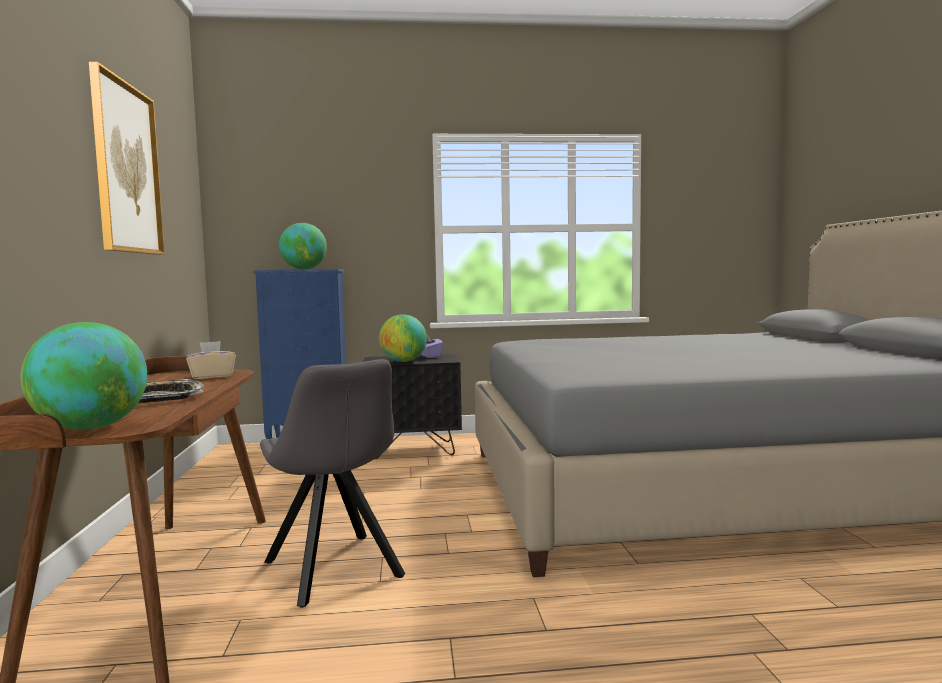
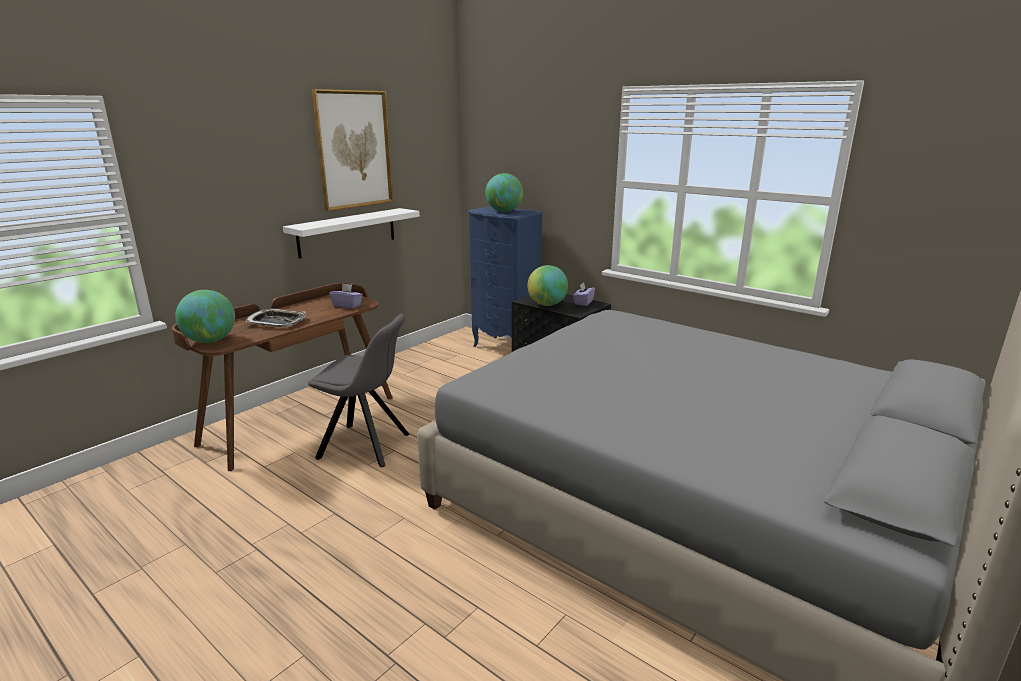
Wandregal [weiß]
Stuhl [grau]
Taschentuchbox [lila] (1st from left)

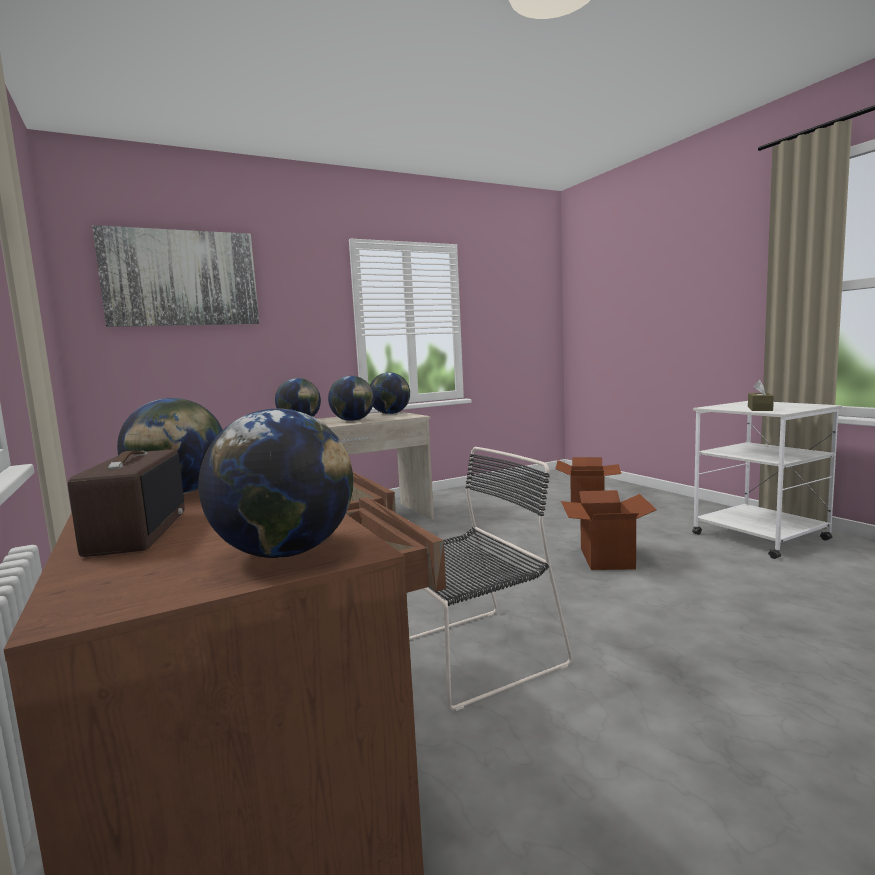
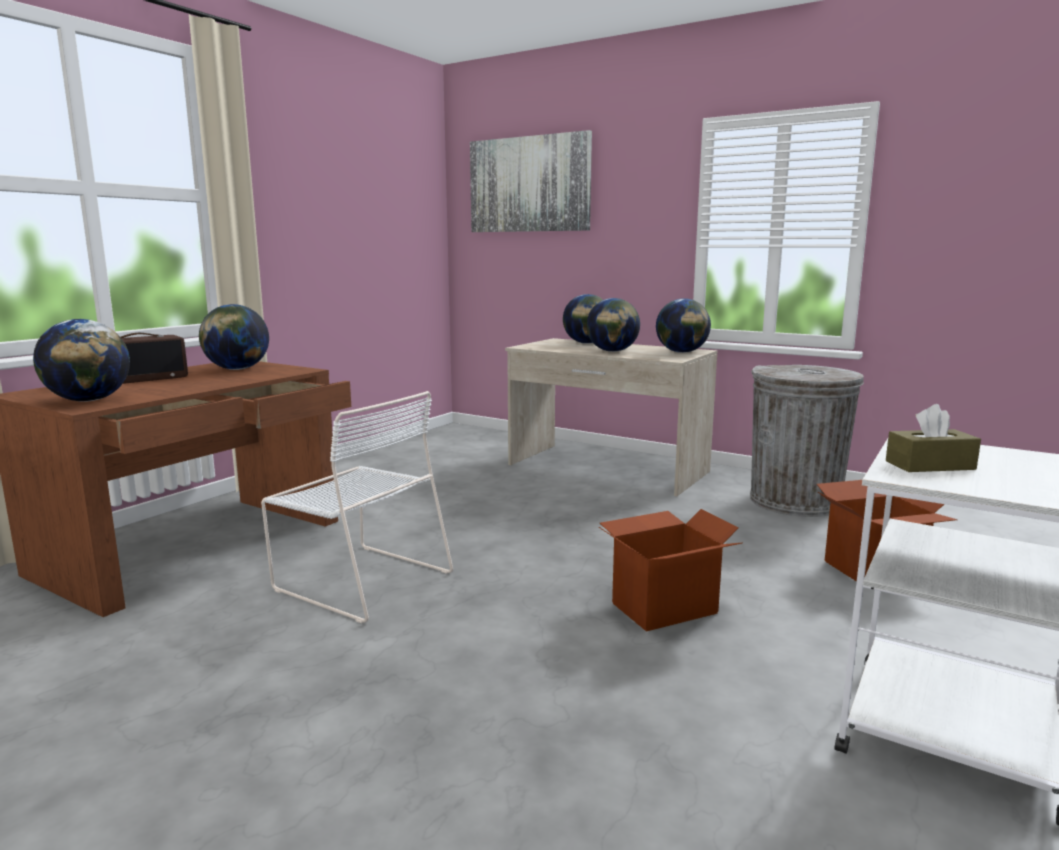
Stuhl [weiß]
Mülleimer [grau]

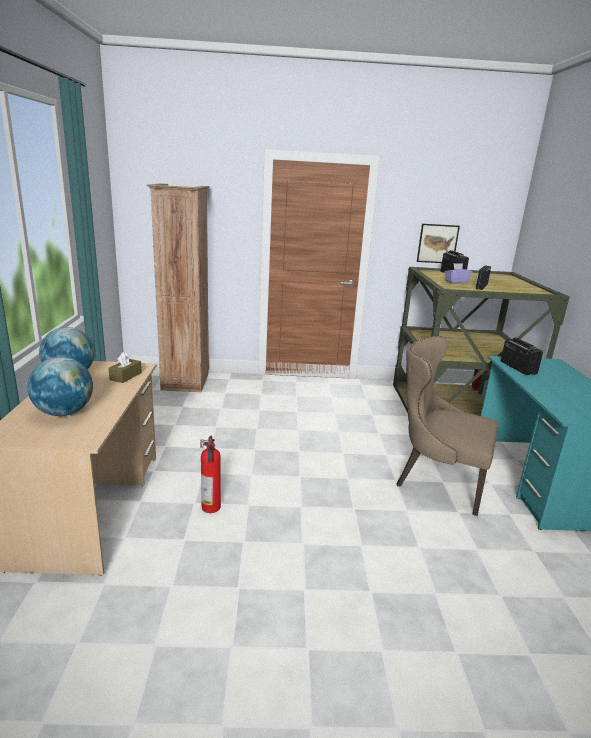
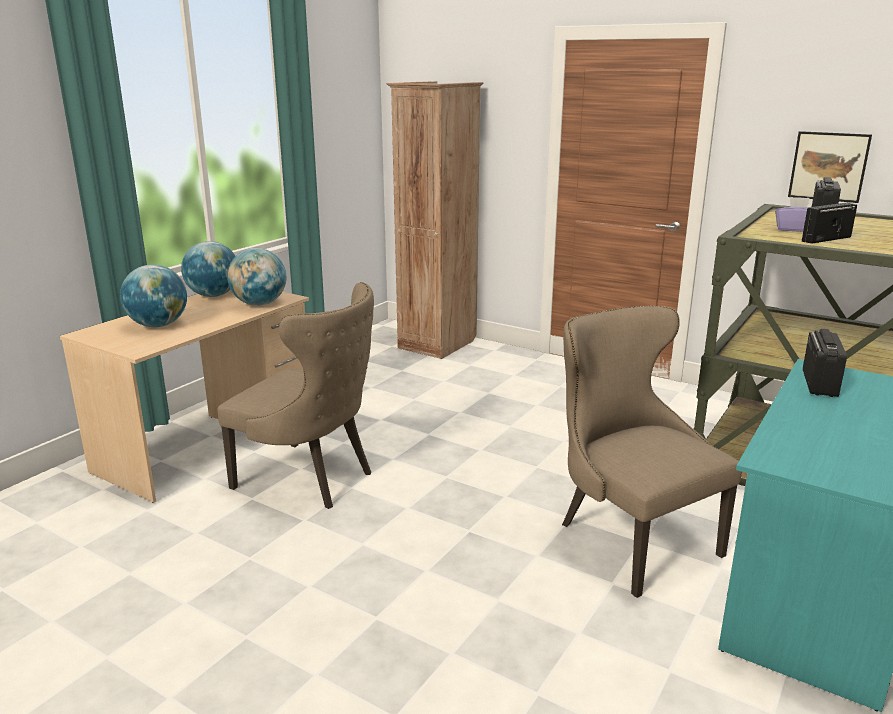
Stuhl [beige] (1st from left)
Globus (3rd from left)

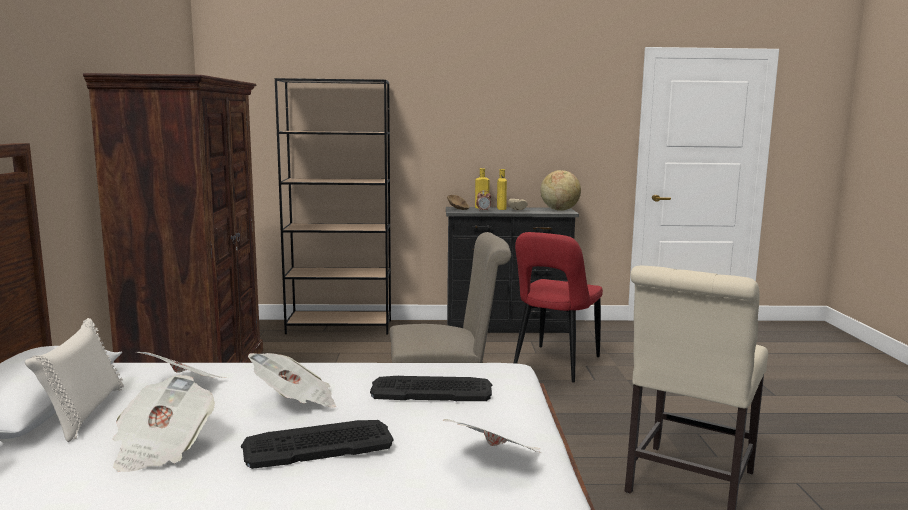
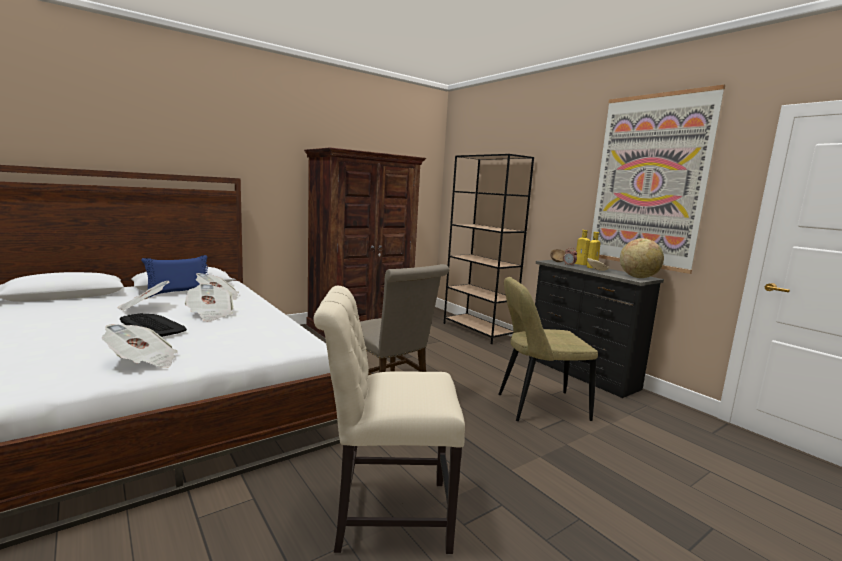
Kissen [blau]
Stuhl [beige] (3rd from left)
Bild
Tastatur (2nd from left in the first image)

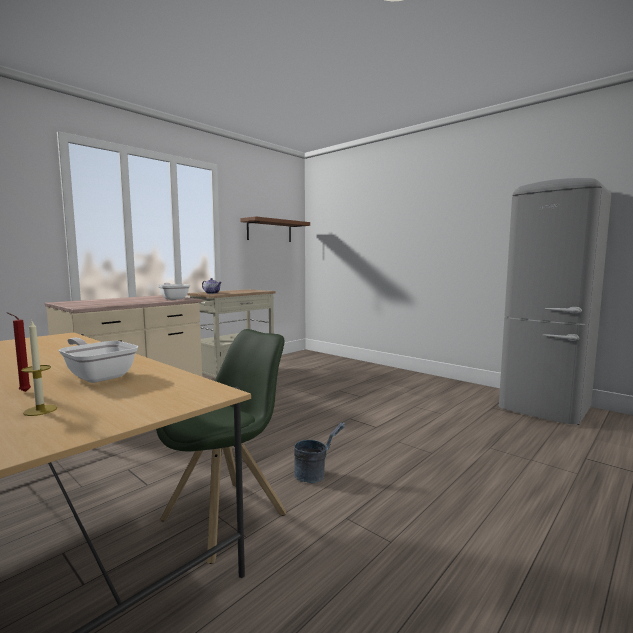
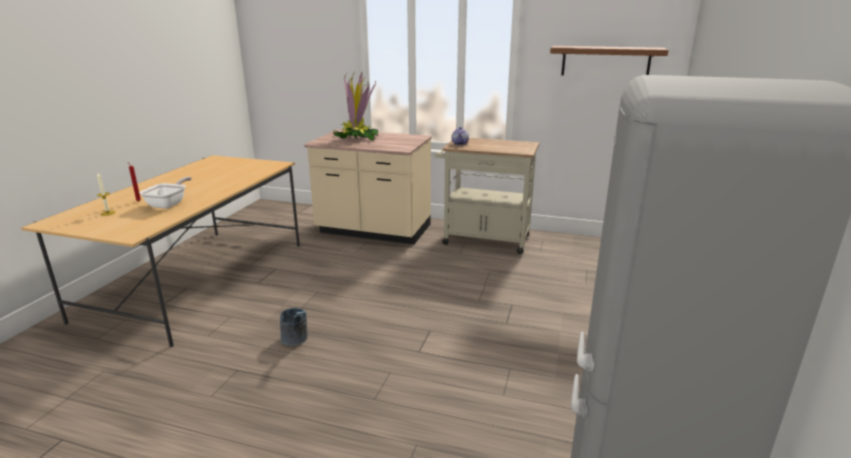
Topfpflanze
Stuhl [grün]
Pfanne (2nd from left in the first image)

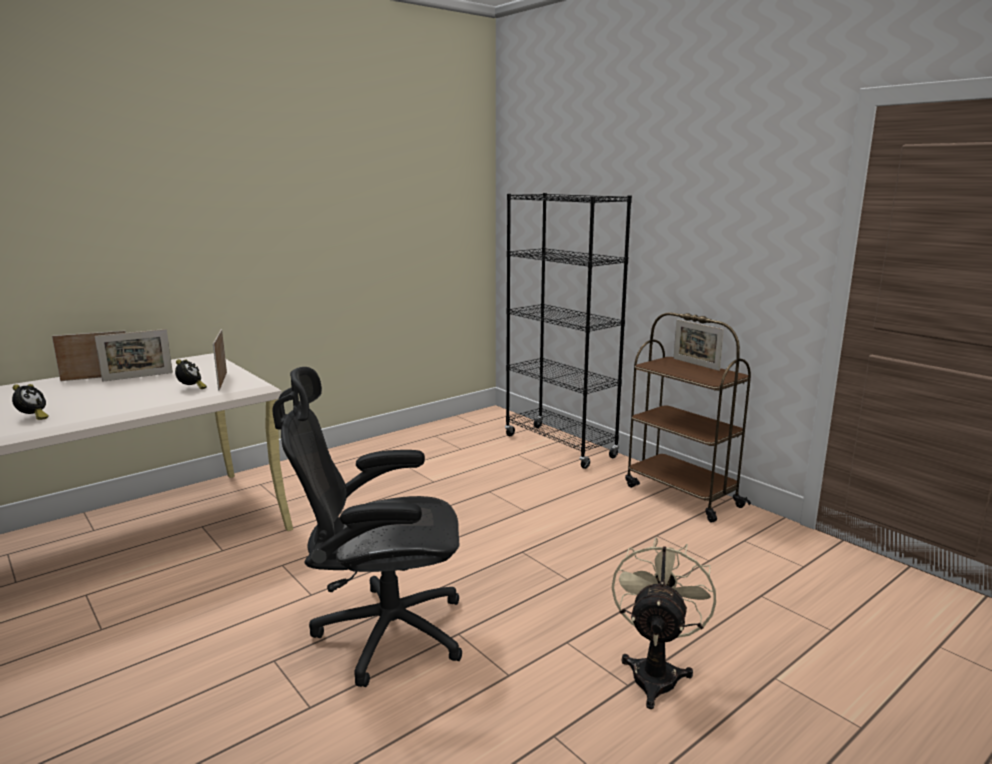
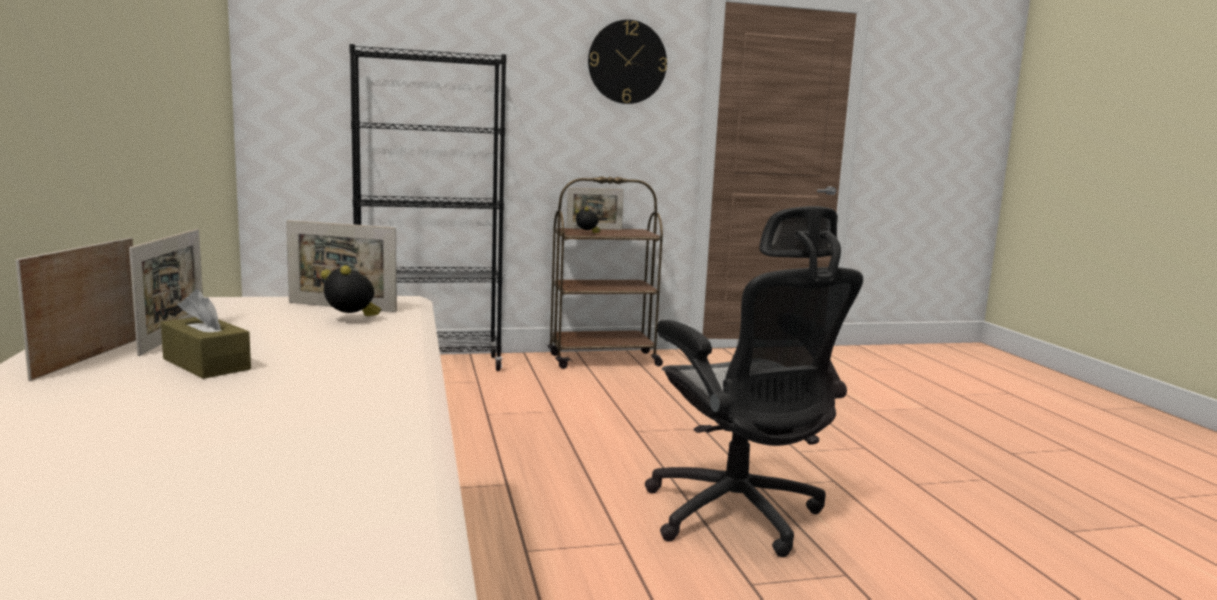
Taschentuchbox [braun]
Wecker (2nd from left)
Wanduhr
Bürostuhl
Ventilator [beige]

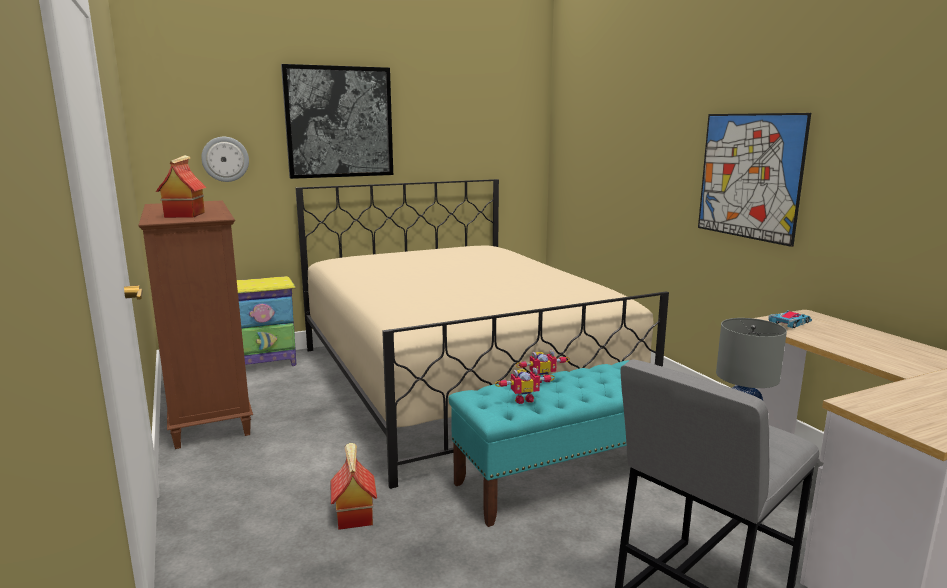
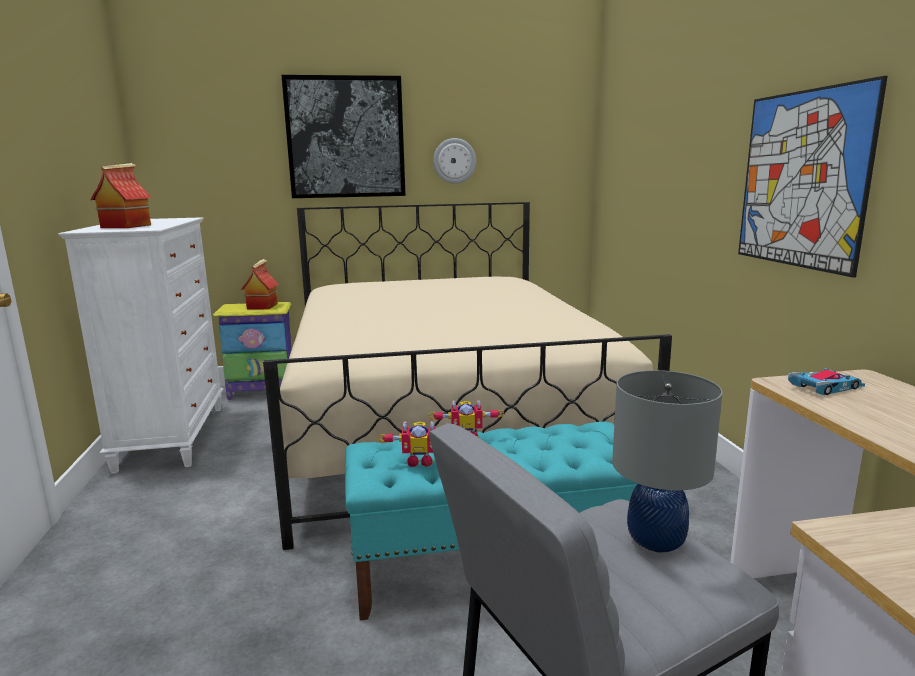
Kommode [weiß]
Spielzeughaus (2nd from left)
Wanduhr

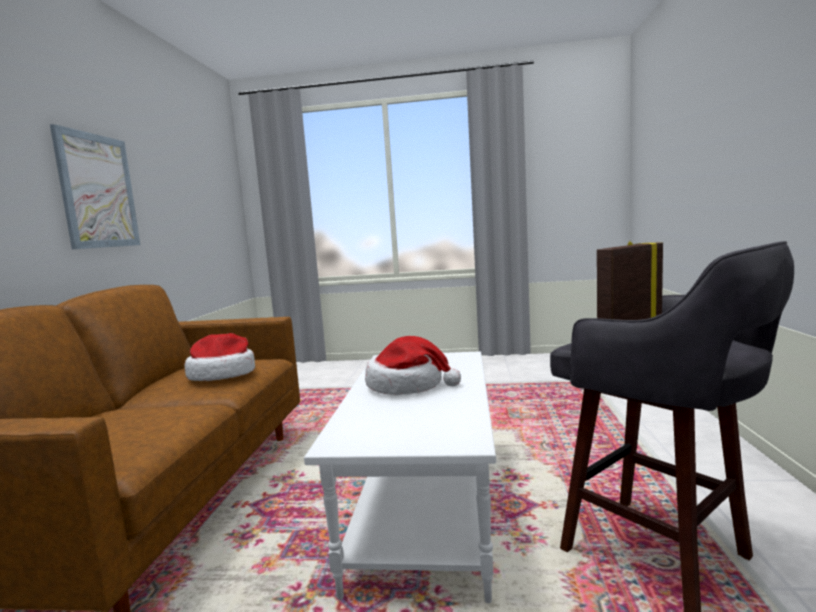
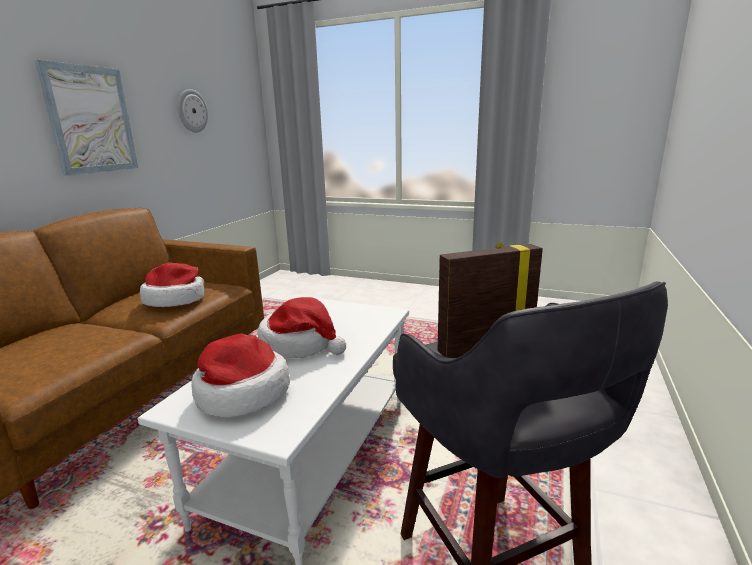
Wanduhr
Hut (2nd from left)

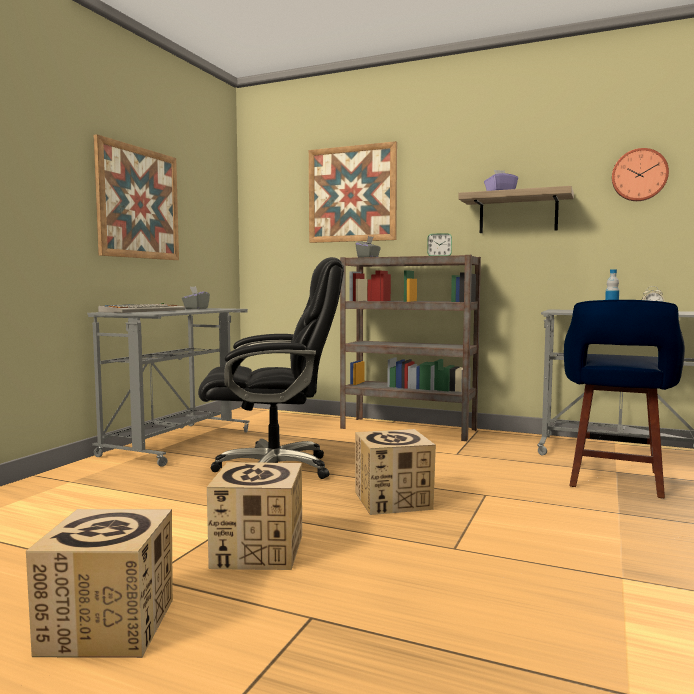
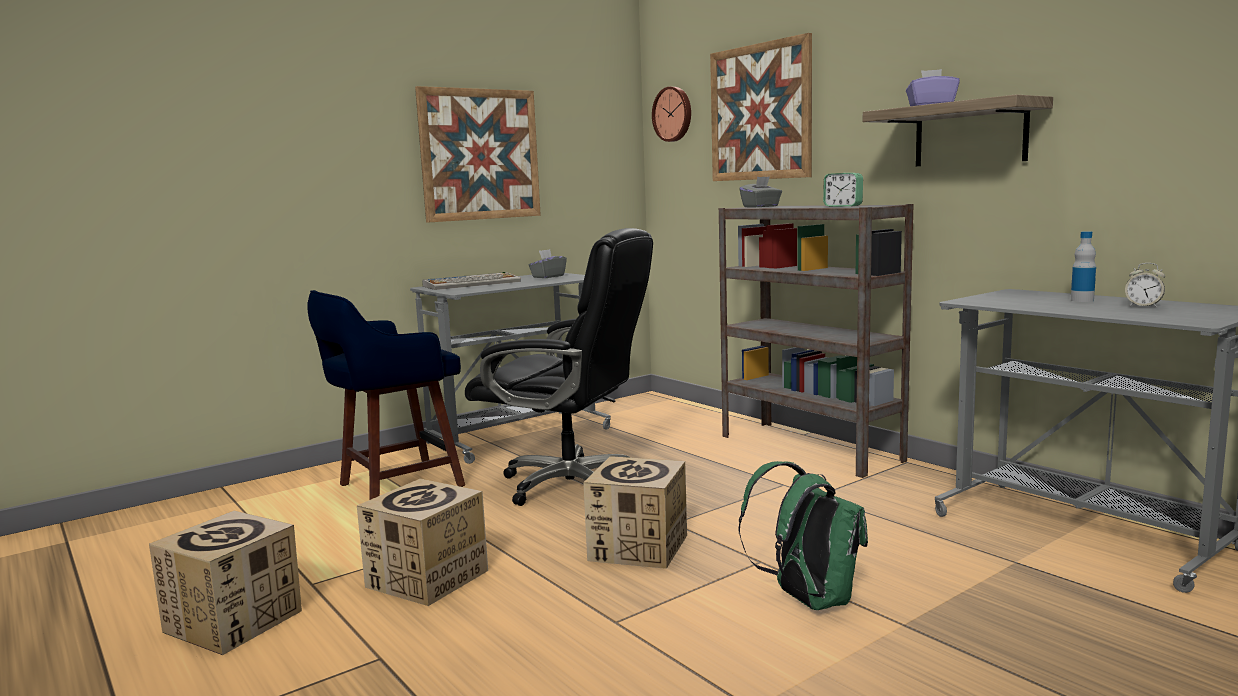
Hocker [blau]
Wanduhr
Rucksack [grün]

